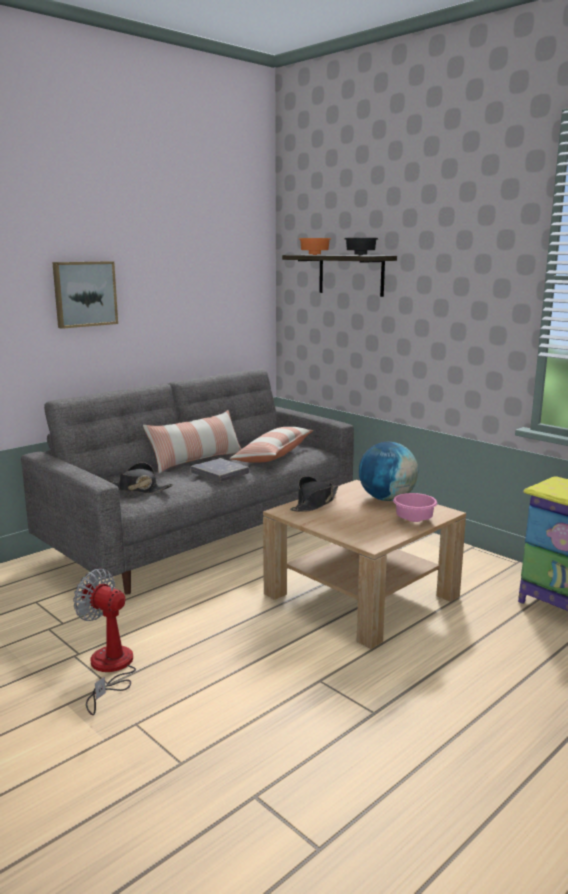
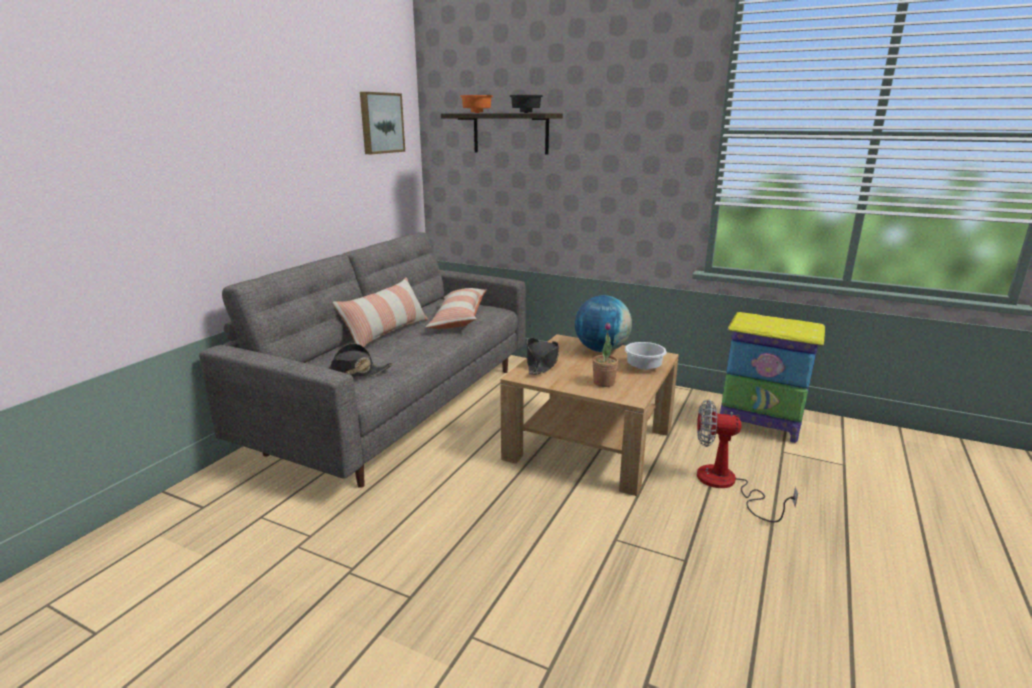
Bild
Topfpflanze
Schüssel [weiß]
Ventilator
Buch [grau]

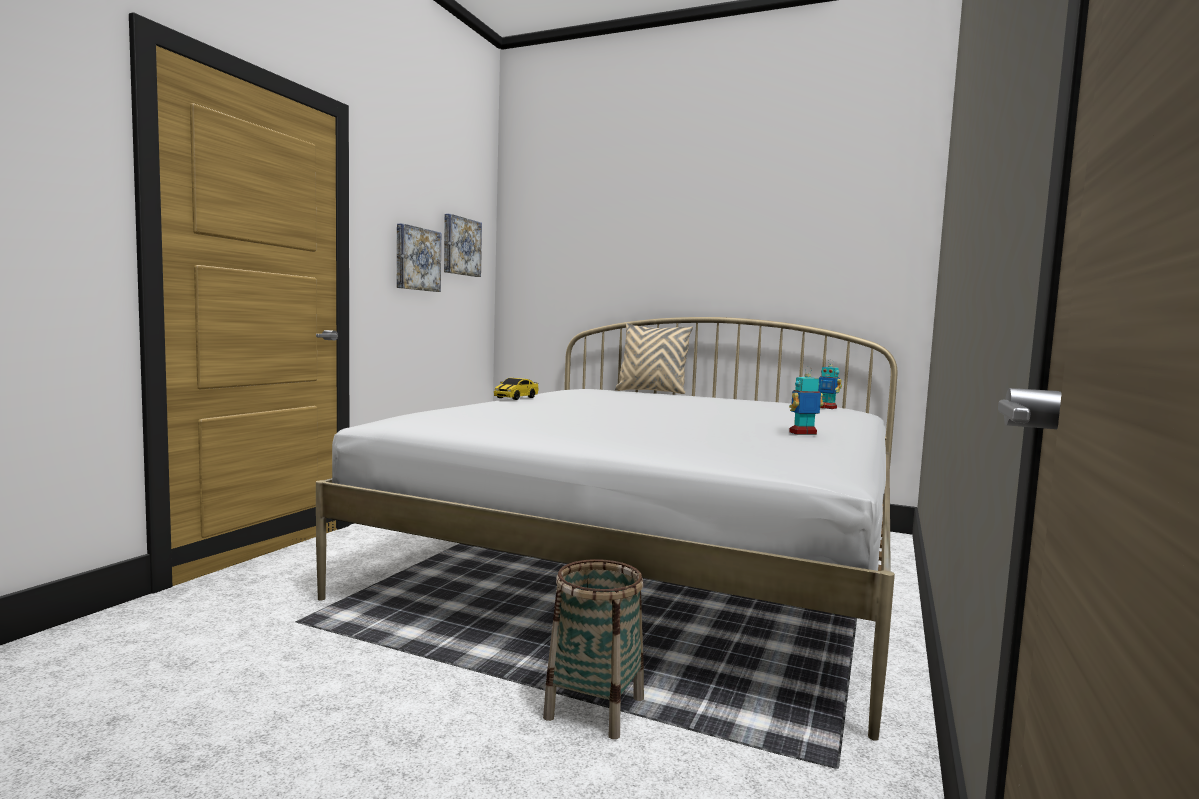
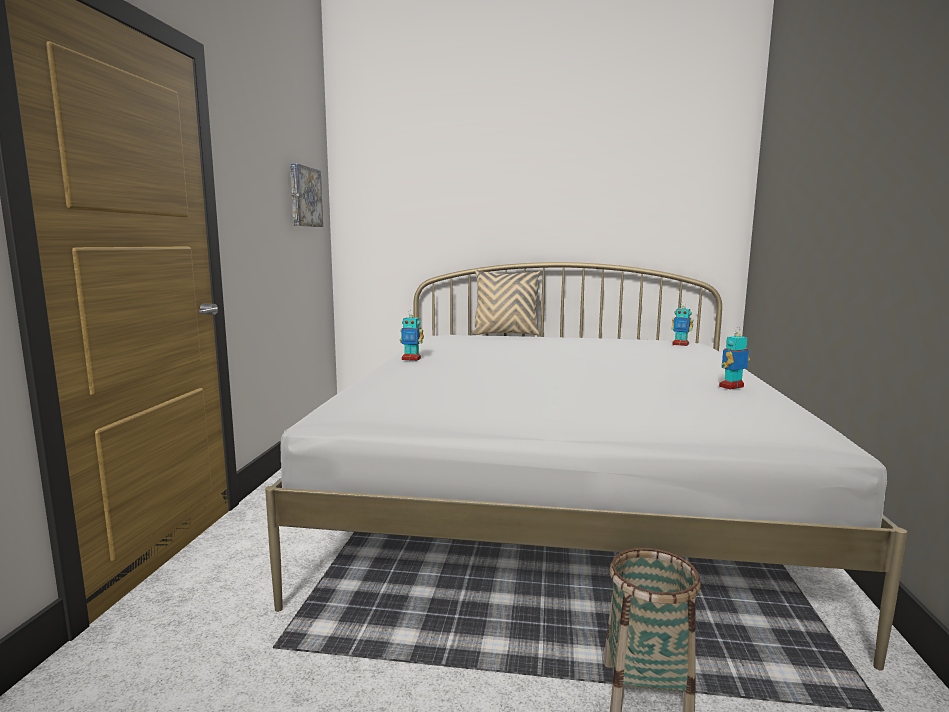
Spielzeugroboter (1st from left)
Bild (1st from left in the first image)

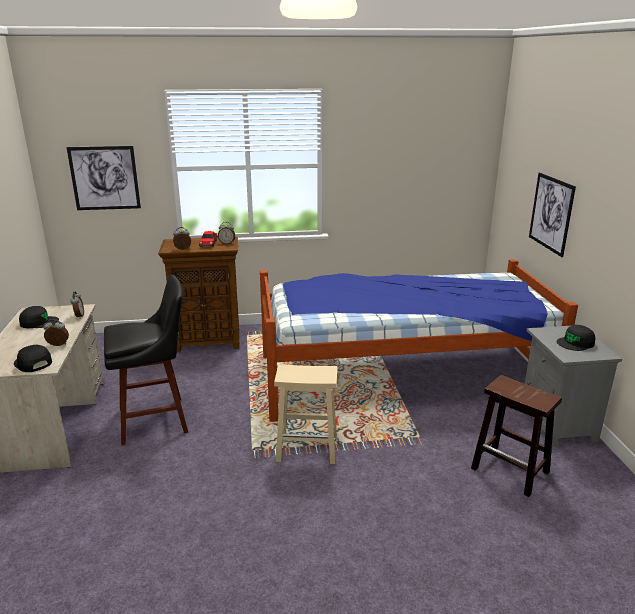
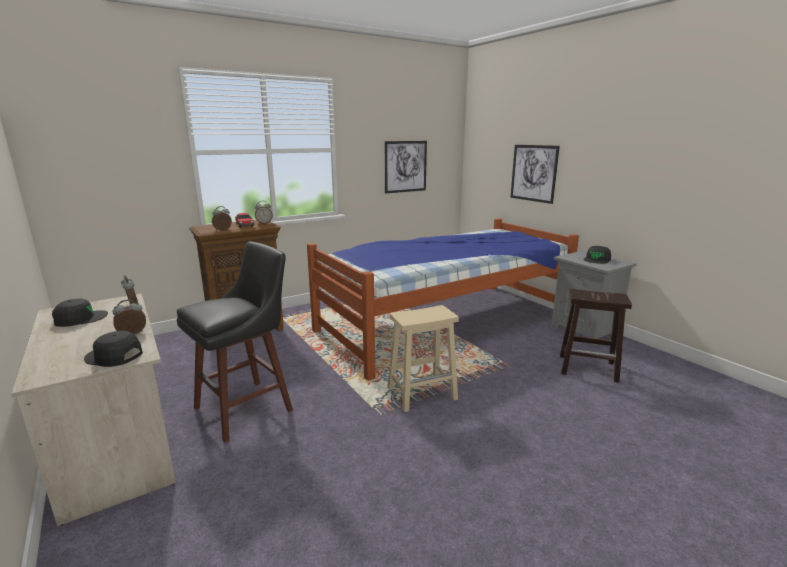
Bild (1st from left)

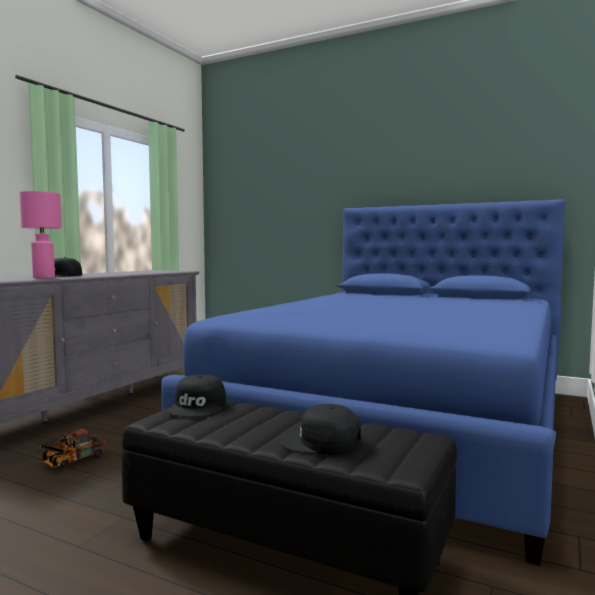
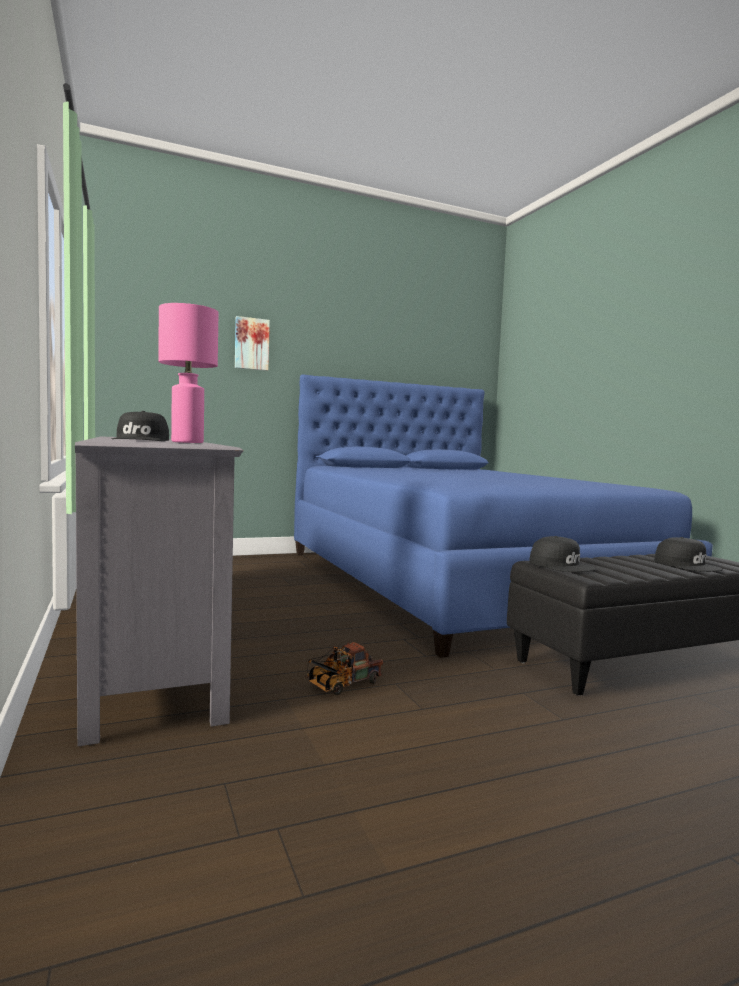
Bild
Spielzeuglaster
Kappe [schwarz] (3rd from left)

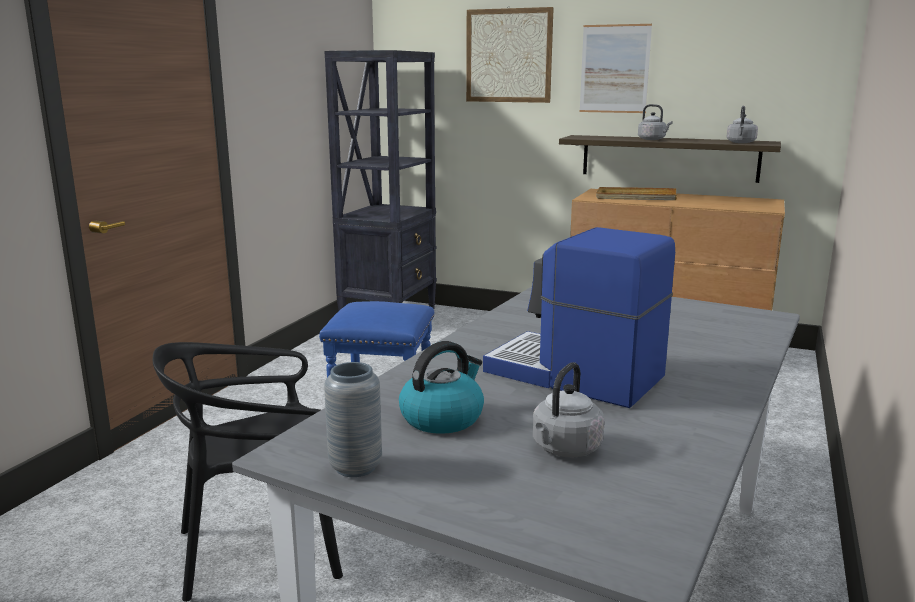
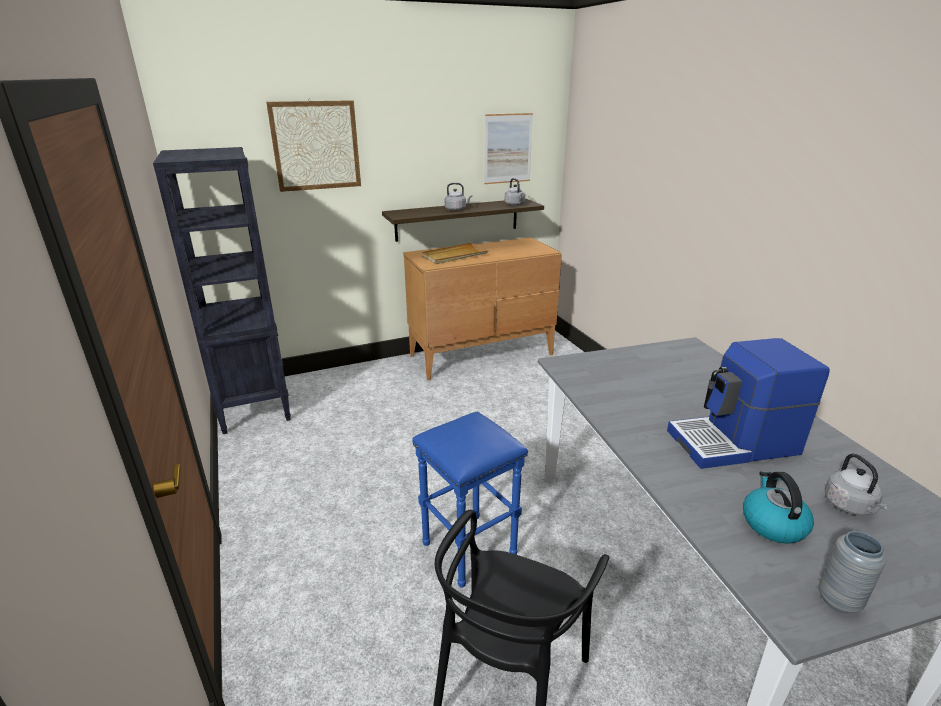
Bild (2nd from left)

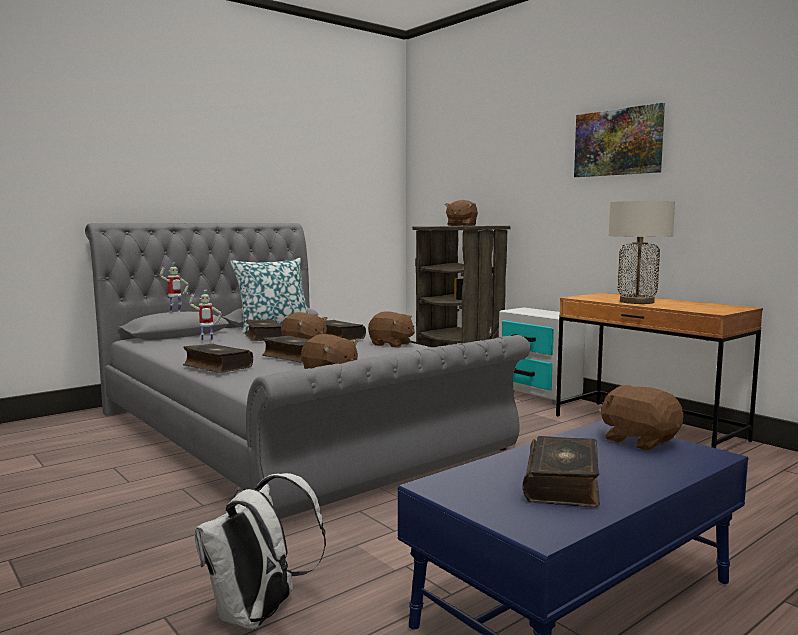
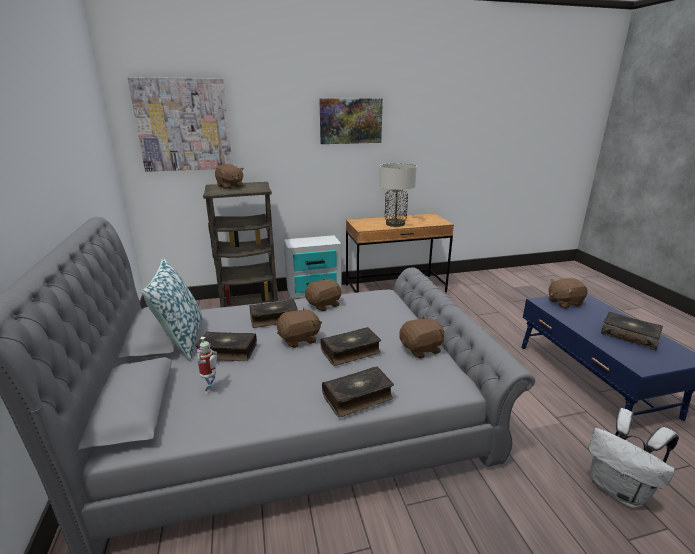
Bild (1st from left)
Spielzeugroboter (1st from left in the first image)

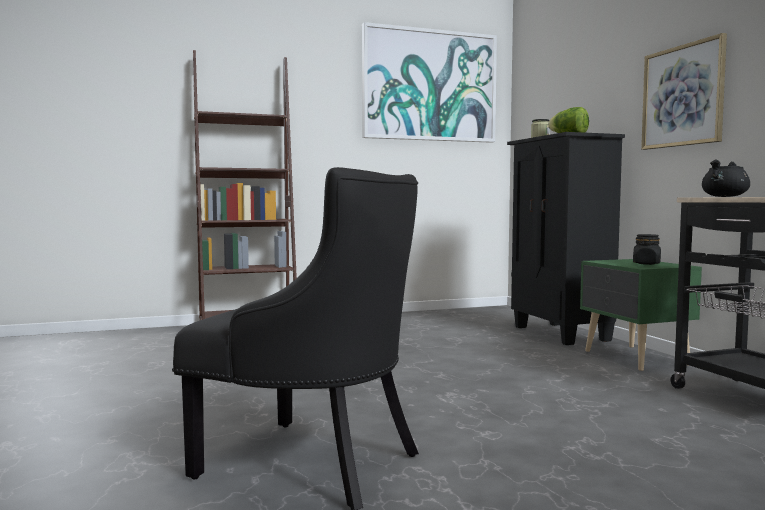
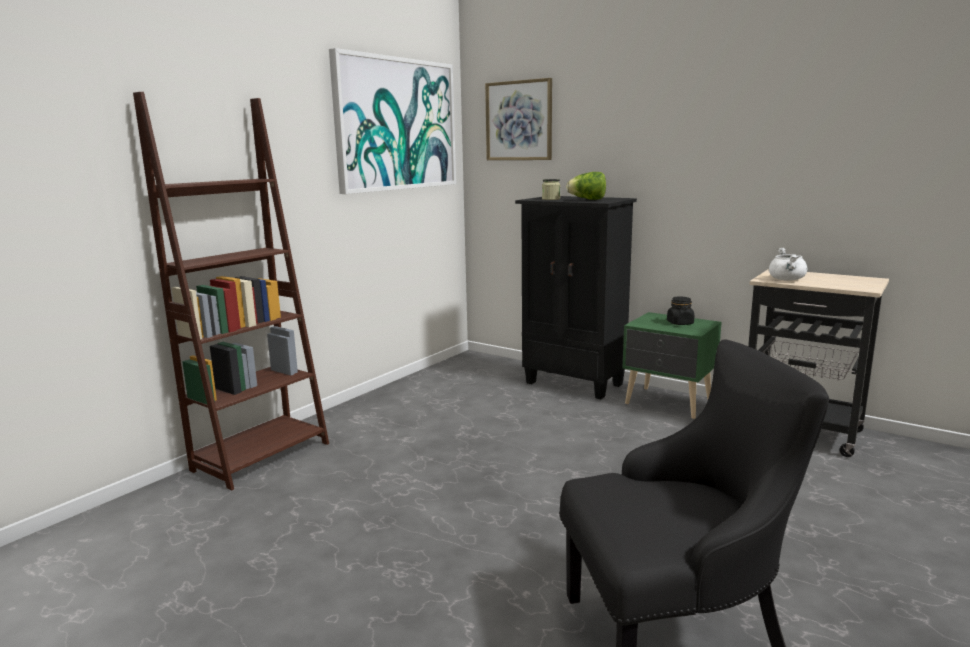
Bild (2nd from left)
Kochtopf [weiß]

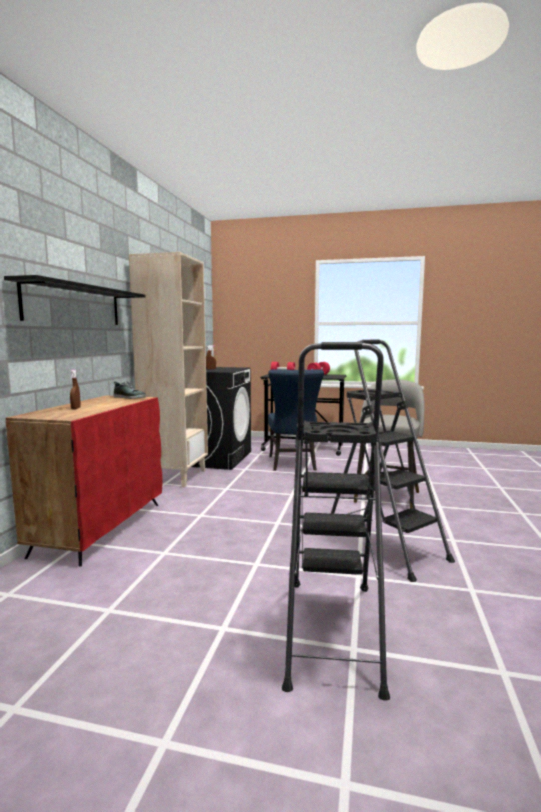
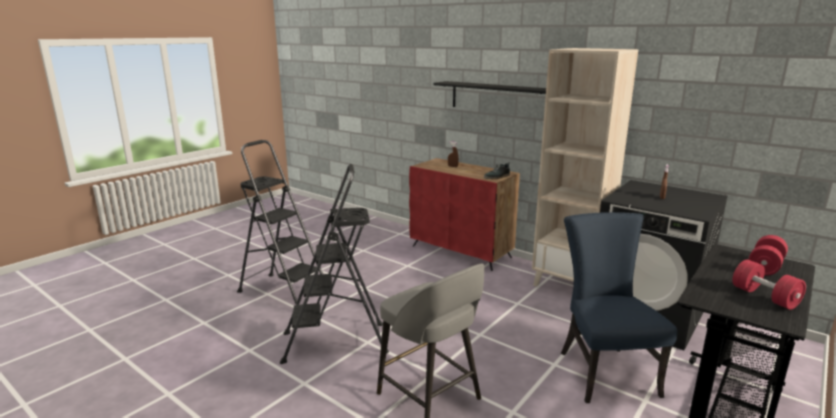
Stuhl [blau]

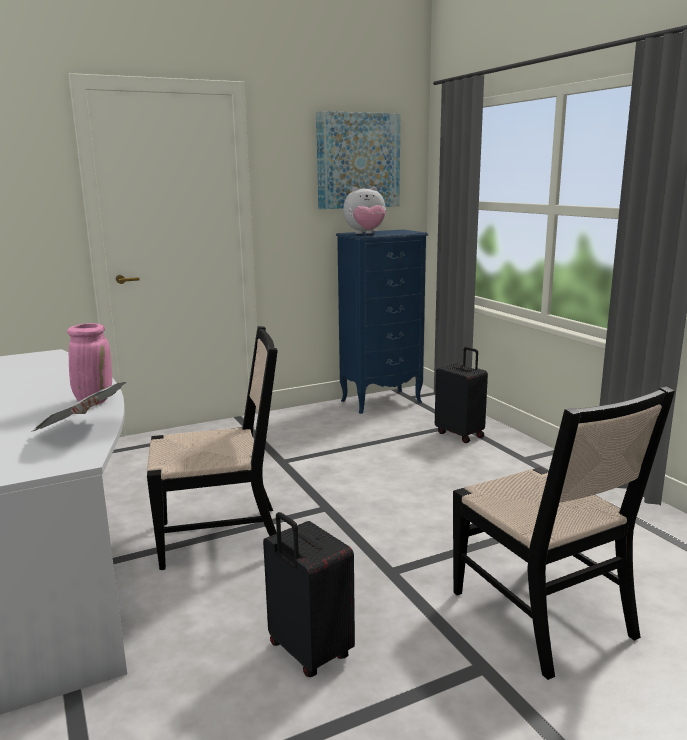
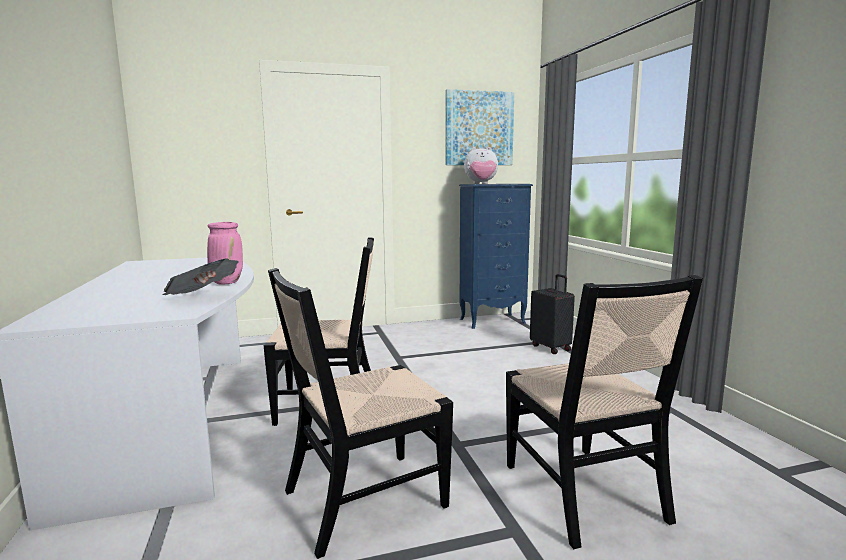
Stuhl (2nd from left)

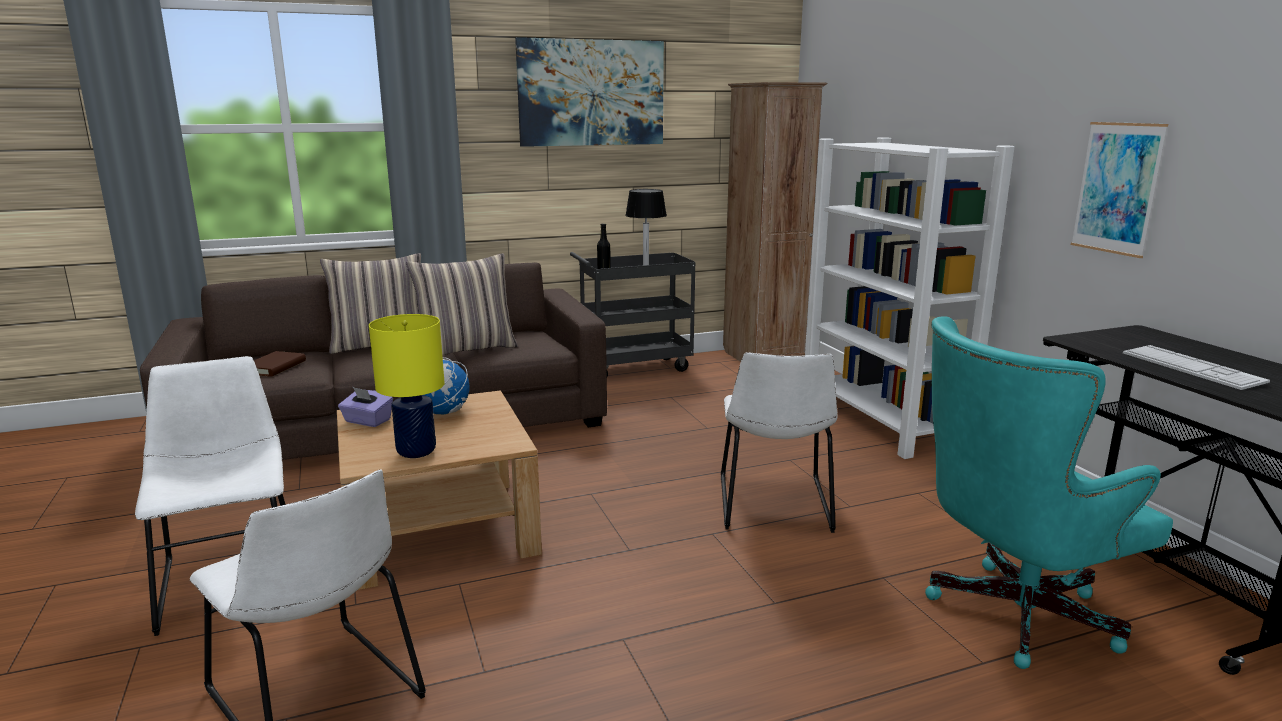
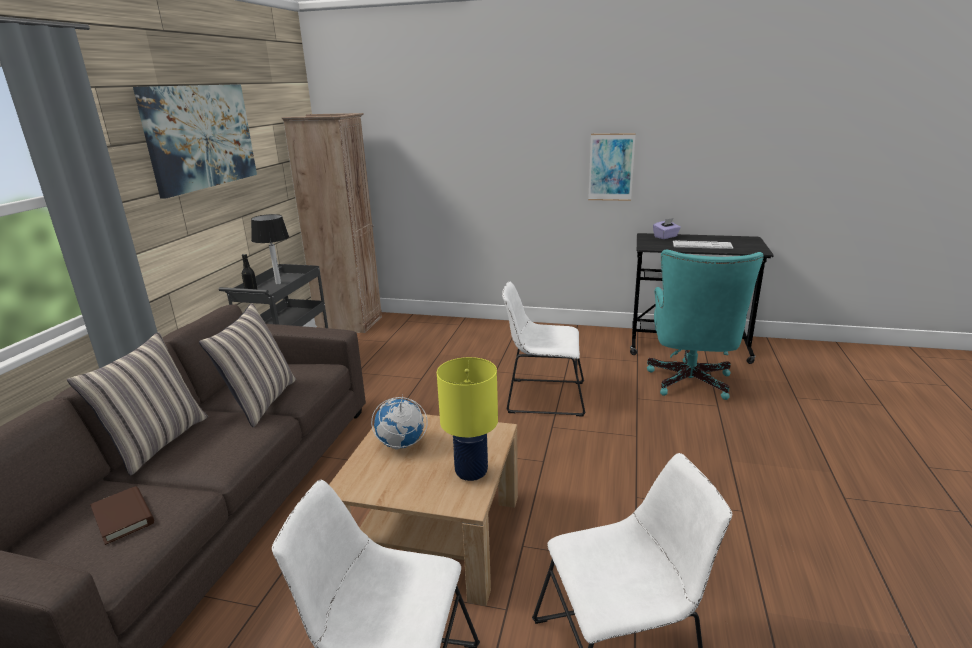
Stuhl [weiß] (2nd from left)
Taschentuchbox [lila]
Bücherregal [weiß]

